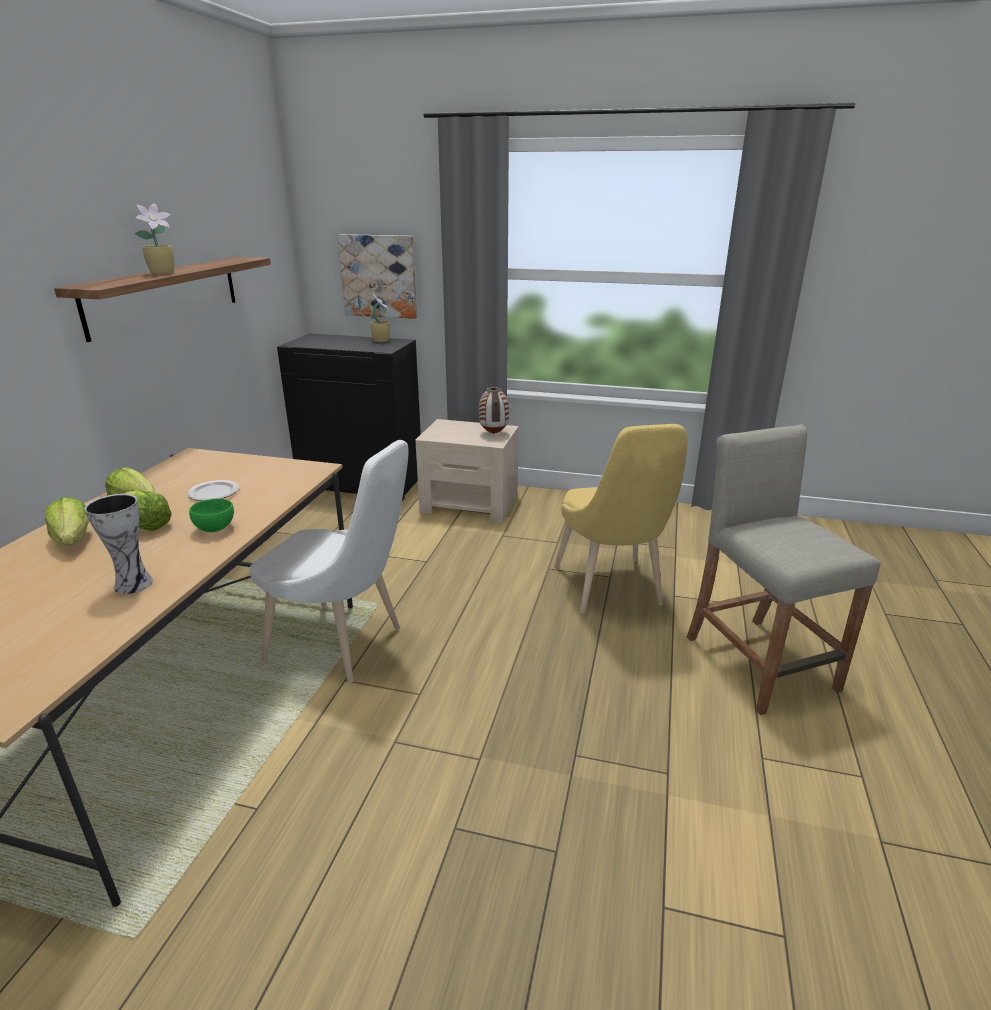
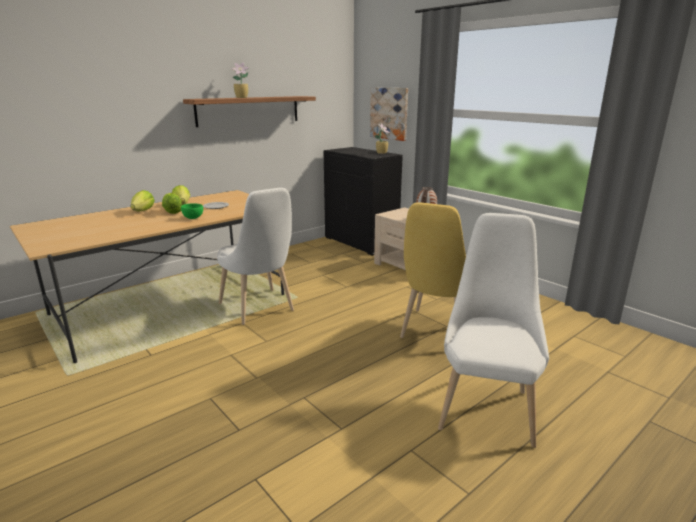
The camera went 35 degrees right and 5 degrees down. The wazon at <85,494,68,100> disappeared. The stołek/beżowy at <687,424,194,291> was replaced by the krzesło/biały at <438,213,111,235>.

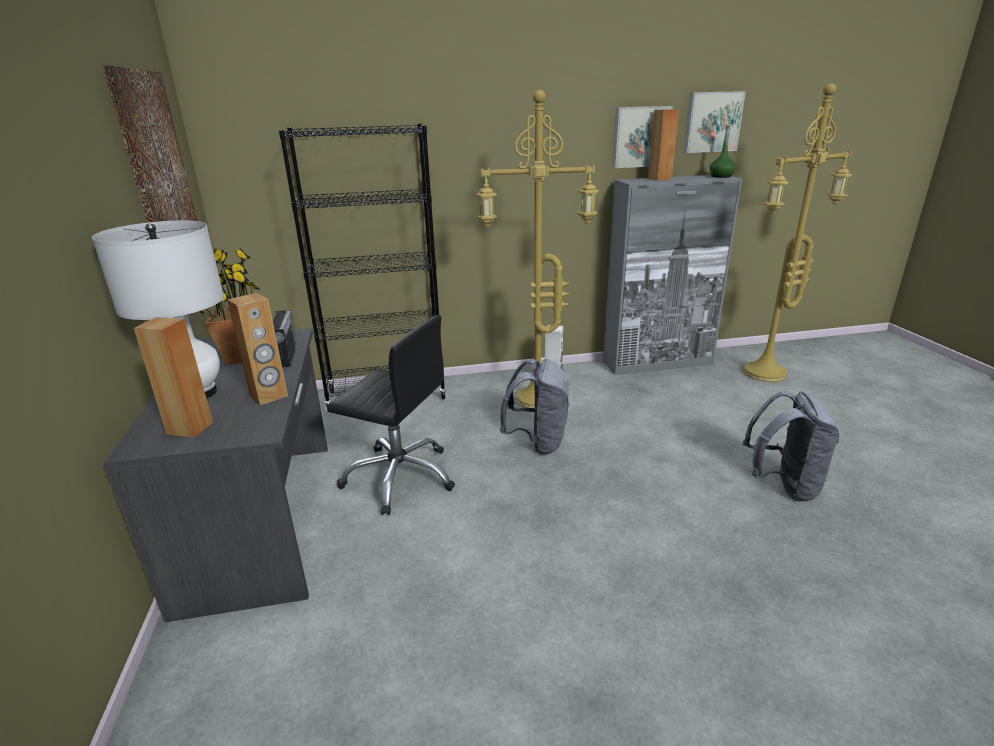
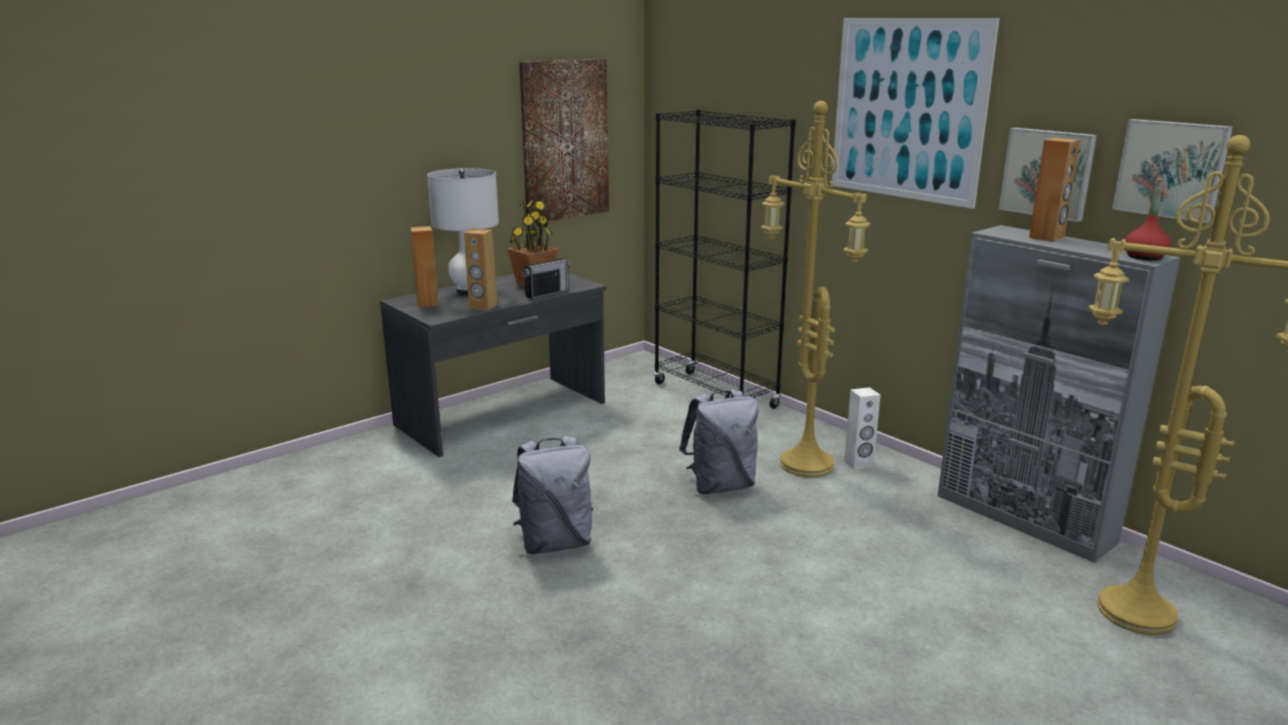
The camera went 60 degrees right and 5 degrees down. The krzesło biurowe/czarny at <327,315,128,200> disappeared. The obraz at <832,18,167,191> appeared. The plecak/szary moved from <743,391,96,111> to <512,436,81,118>. The butelka/zielony at <709,126,27,52> became the butelka/czerwony at <1125,178,46,83>.

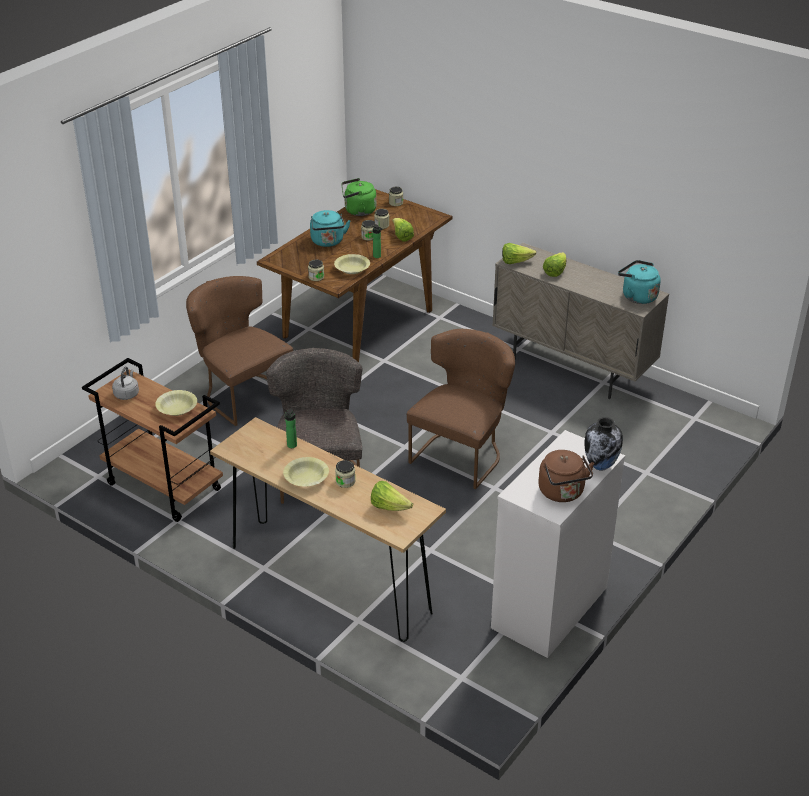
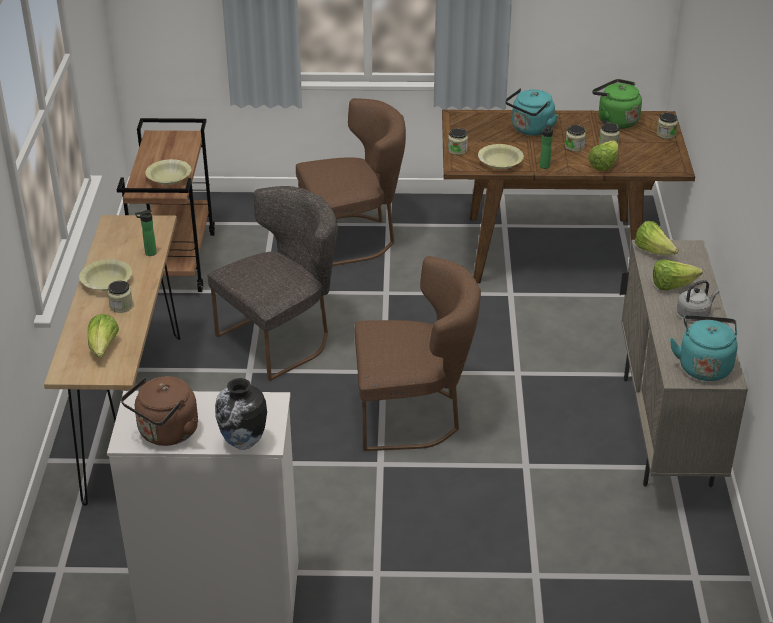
The camera went 55 degrees right and 0 degrees up. The czajnik/szary moved from <112,367,27,33> to <677,280,42,41>. The krzesło/brązowy at <186,276,107,150> turned 60 degrees clockwise.

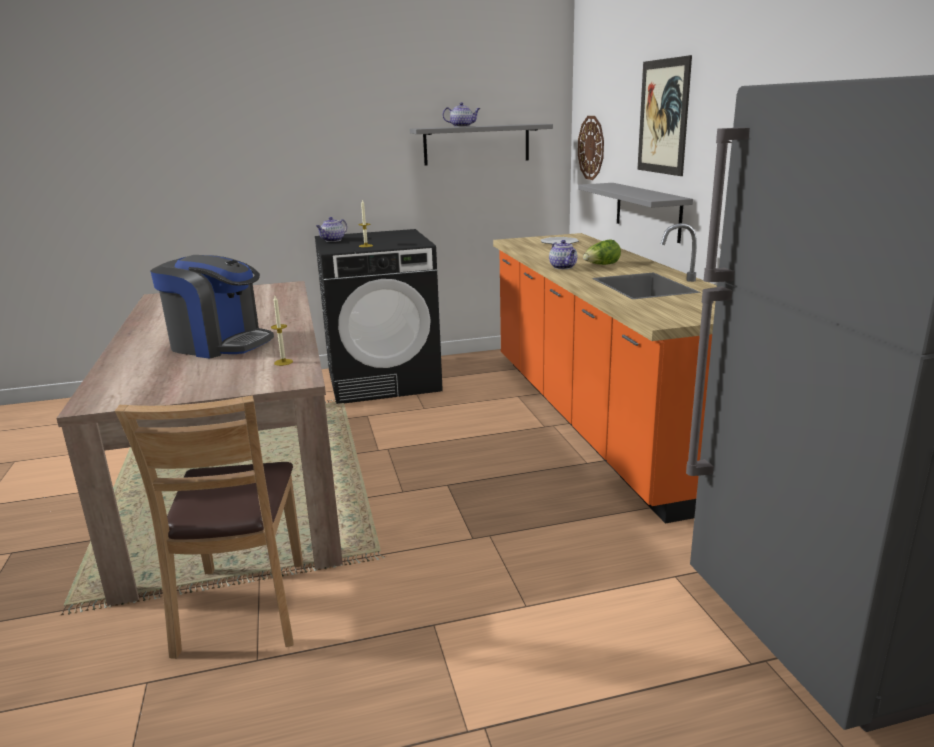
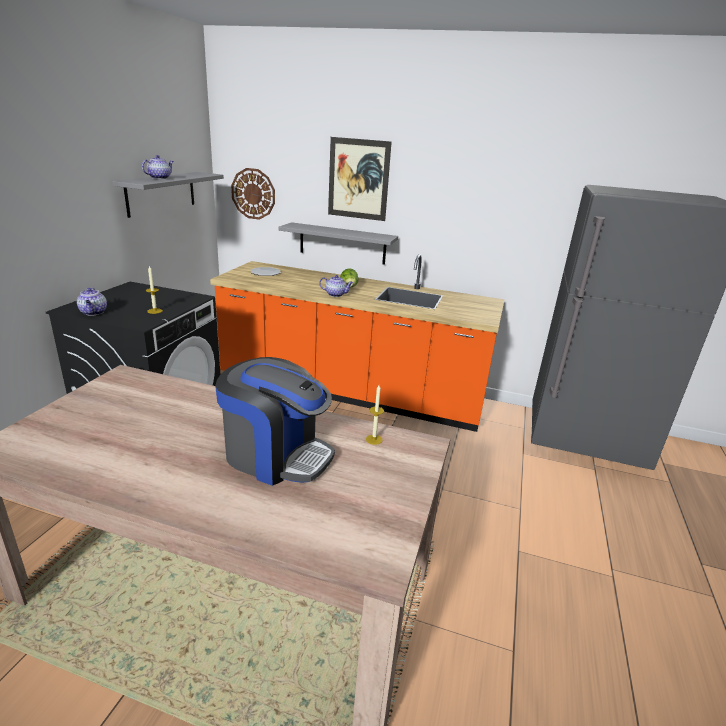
The camera went 60 degrees left and 5 degrees up. The krzesło/brązowy at <115,396,188,263> disappeared. The ekspres do kawy at <150,255,124,104> turned 60 degrees clockwise.

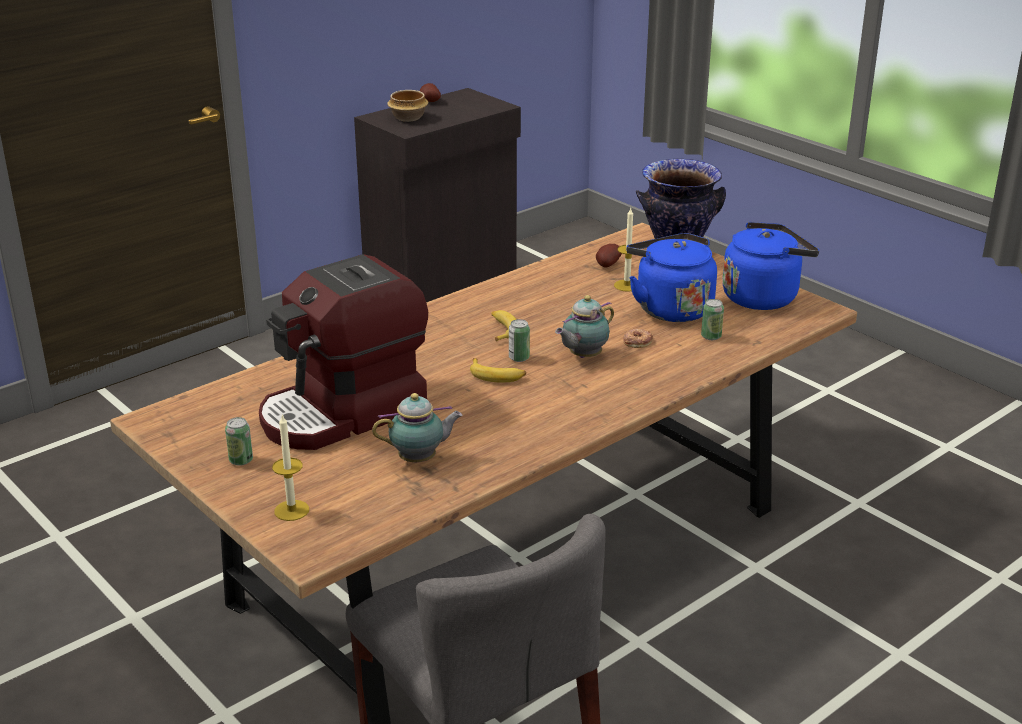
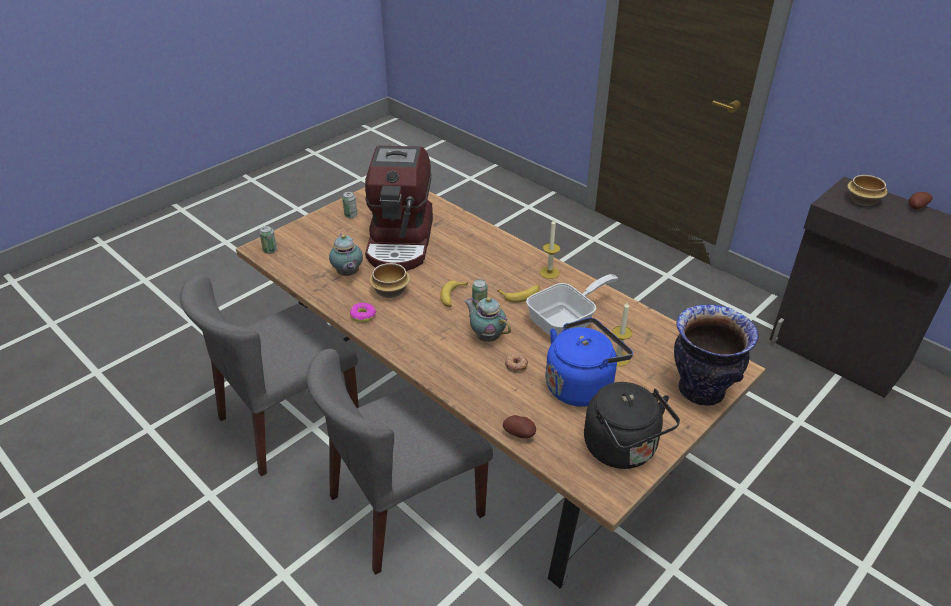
The camera went 85 degrees right and 10 degrees up. The krzesło/szary at <306,349,187,226> appeared. The donut at <350,303,26,20> appeared. The miska at <369,263,41,35> appeared. The patelnia at <526,274,92,62> appeared. The świeca moved from <272,414,37,107> to <540,219,20,60>. The ziemniak moved from <596,244,26,23> to <503,415,33,23>. The puszka moved from <701,299,23,41> to <259,226,18,28>. The czajnik/niebieski at <722,222,97,88> became the czajnik/czarny at <584,382,96,87>. The ekspres do kawy at <259,254,169,196> turned 135 degrees counterclockwise.

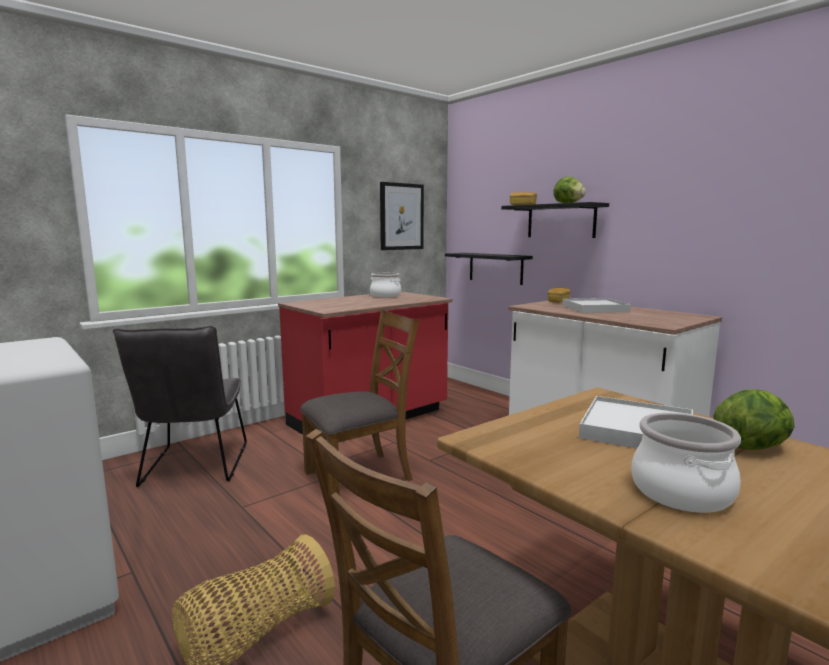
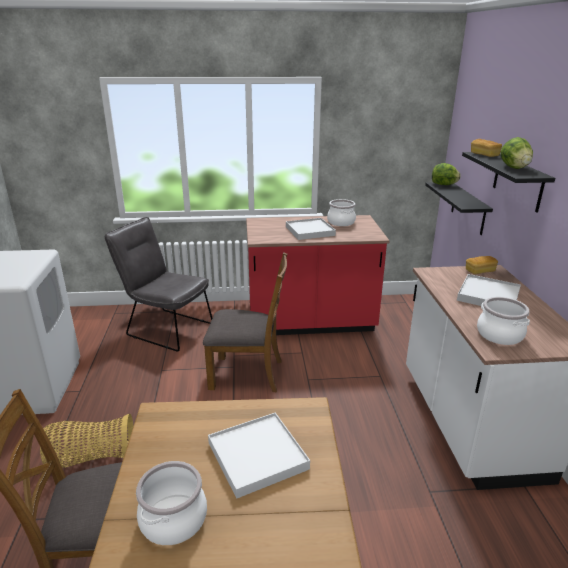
The camera went 35 degrees right and 15 degrees up. The obraz at <380,182,44,68> disappeared. The taca/biały at <286,218,50,22> appeared. The garnek at <477,297,53,48> appeared. The sałata moved from <713,389,81,61> to <432,163,29,22>. The krzesło/szary at <113,326,134,161> turned 90 degrees clockwise.

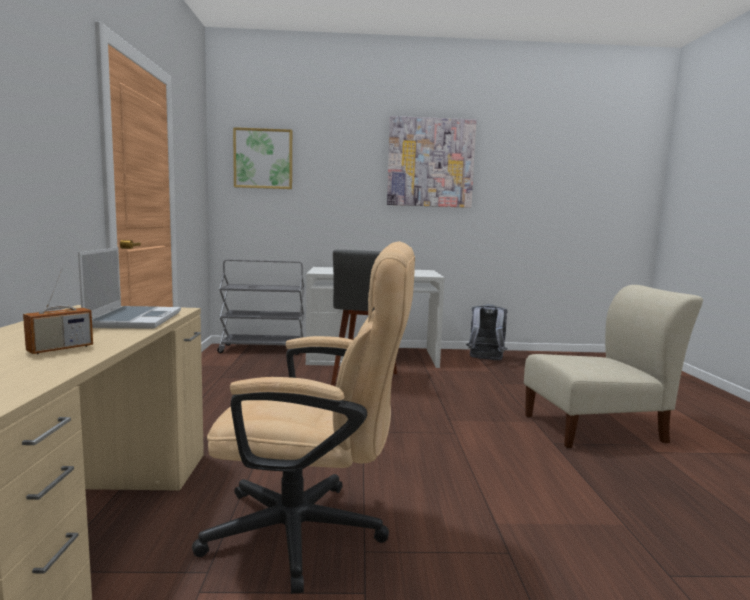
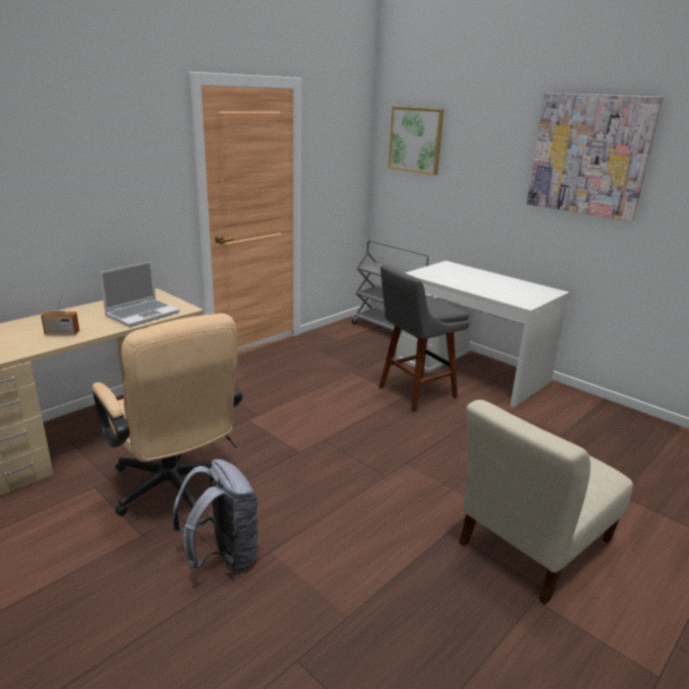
The camera went 45 degrees right and 15 degrees up. The plecak/szary moved from <466,304,41,56> to <172,459,87,113>. The krzesło/beżowy at <524,285,179,164> turned 105 degrees clockwise.

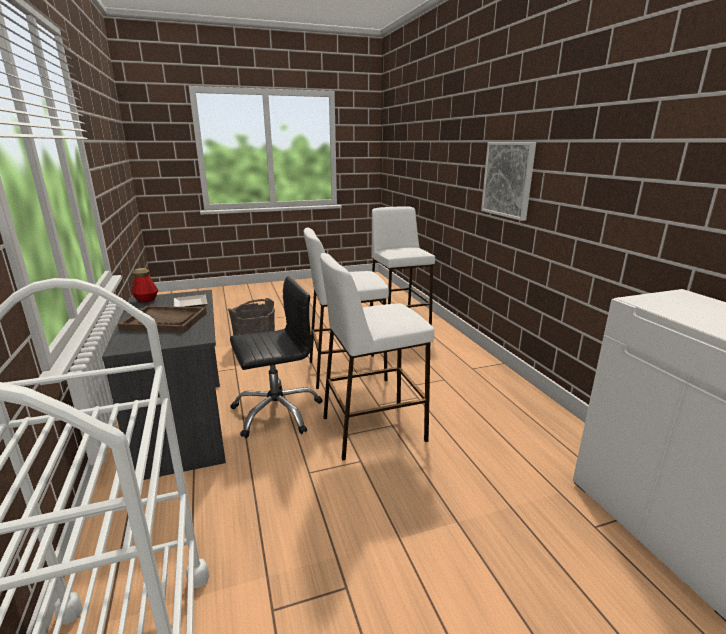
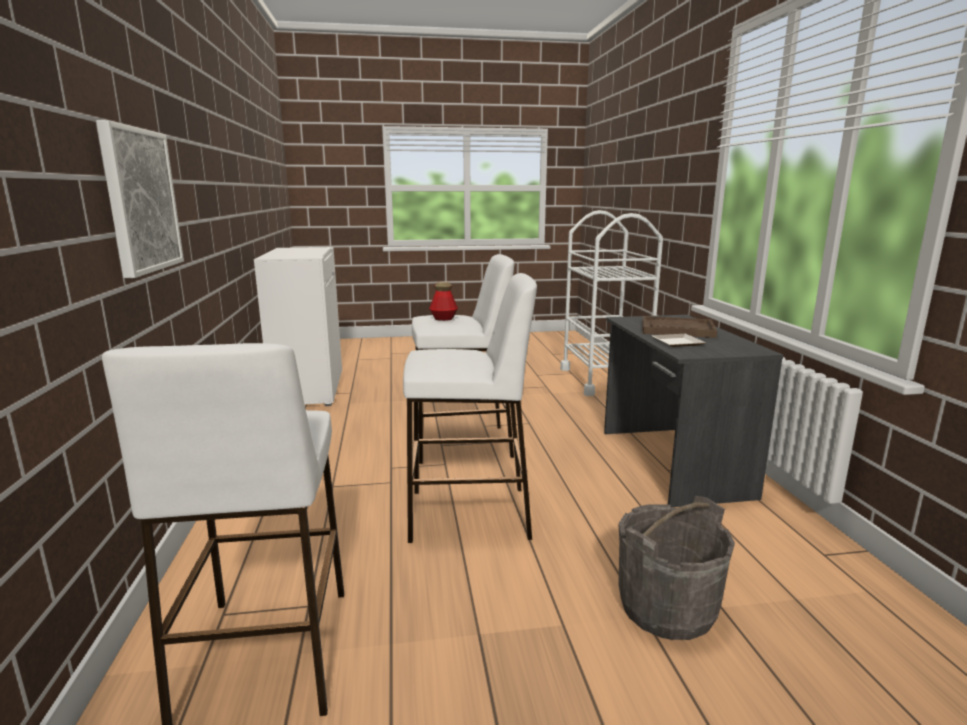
The camera went 170 degrees left and 5 degrees down. The krzesło biurowe/czarny at <230,276,92,162> disappeared. The butelka moved from <131,268,27,34> to <429,282,29,39>.

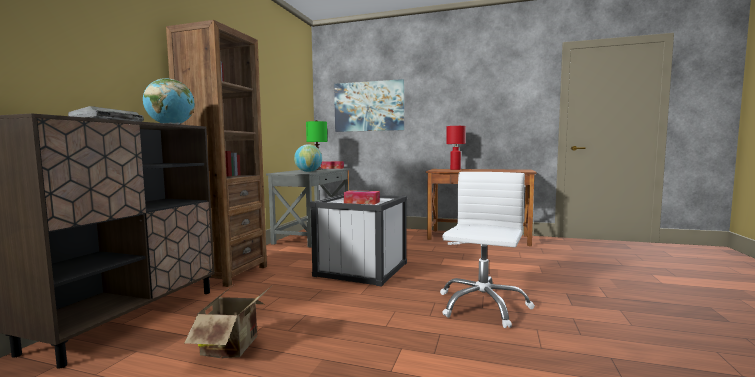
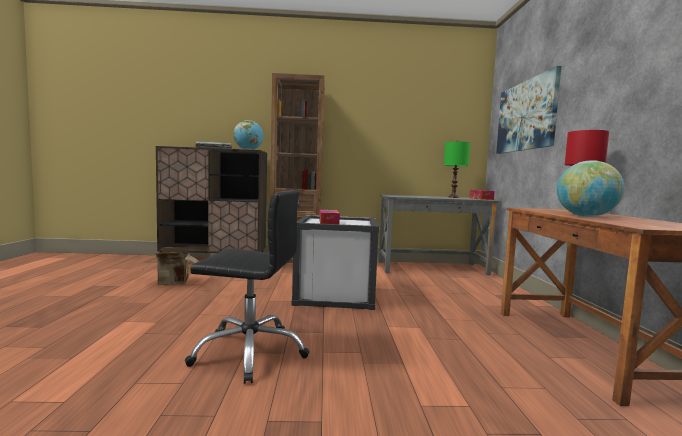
The camera went 70 degrees right and 0 degrees up. The globus moved from <294,144,28,28> to <557,160,67,57>. The krzesło biurowe/biały at <440,172,95,156> became the krzesło biurowe/czarny at <185,190,125,194>.

